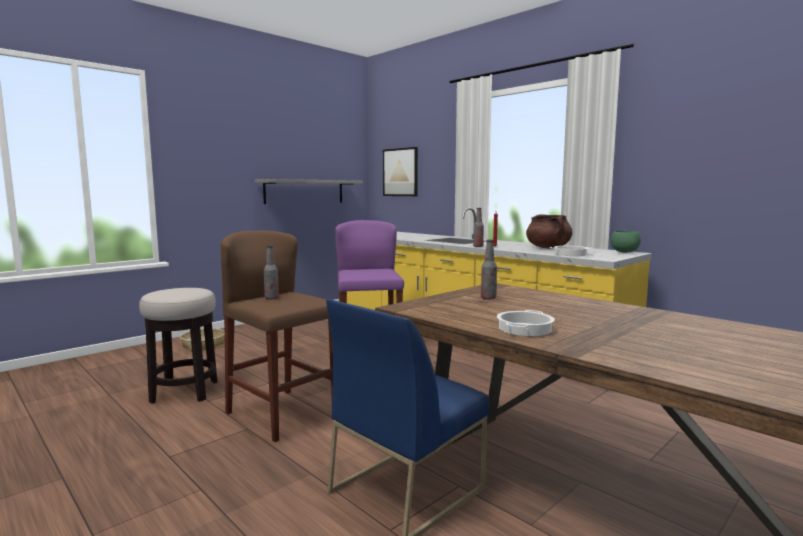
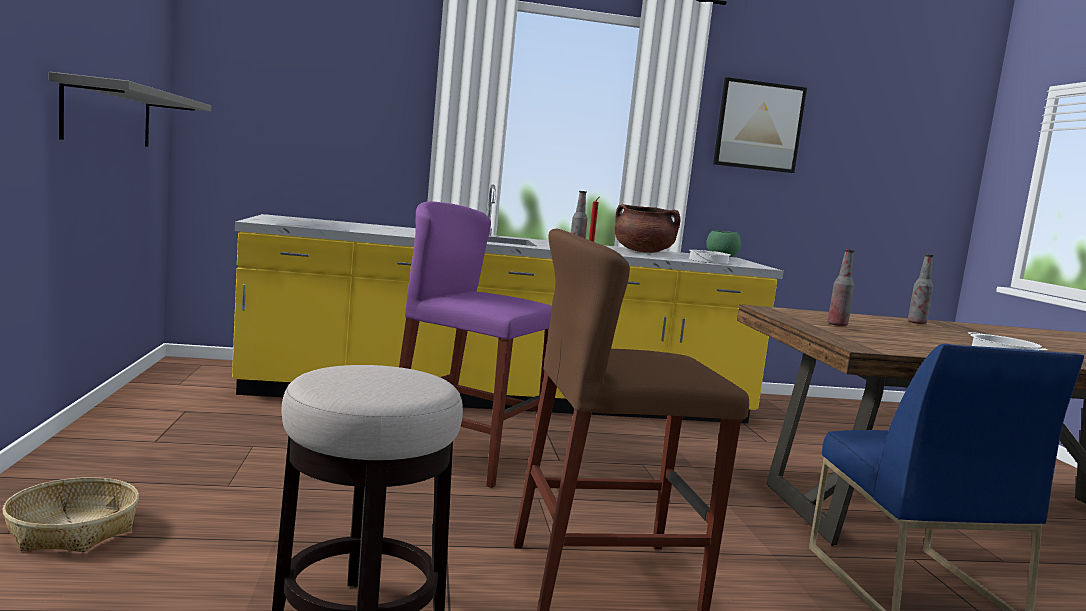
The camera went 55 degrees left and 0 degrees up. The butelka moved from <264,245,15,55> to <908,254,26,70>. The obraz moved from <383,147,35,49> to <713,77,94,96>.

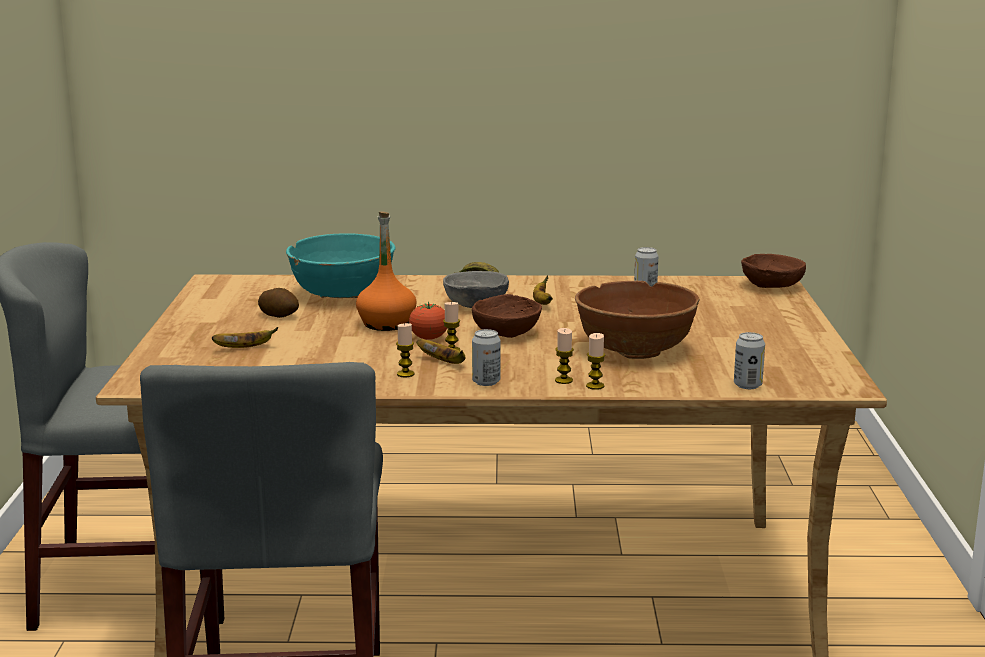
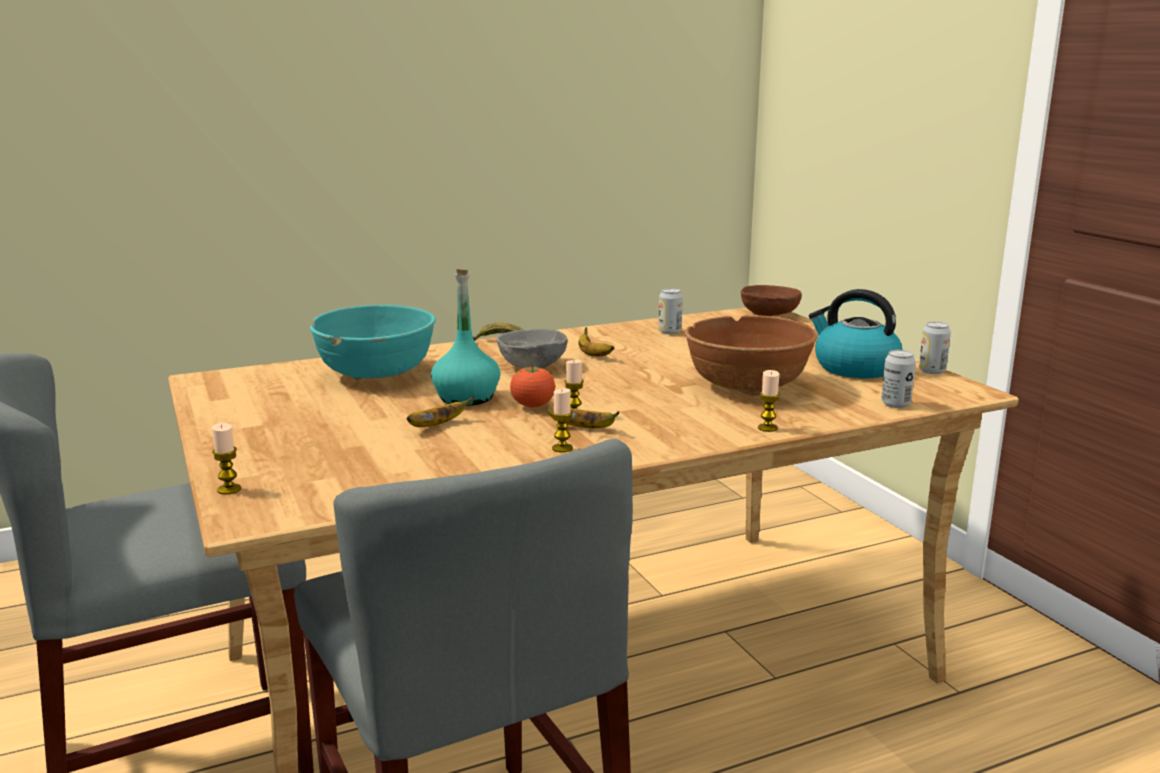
The camera went 25 degrees left and 0 degrees up. The ziemniak at <258,288,41,30> disappeared. The miska/brązowy at <472,294,70,44> disappeared. The czajnik at <809,289,93,89> appeared. The banan moved from <212,327,66,21> to <407,396,68,31>. The puszka moved from <472,329,29,57> to <919,322,32,52>. The świeca moved from <555,328,19,56> to <212,423,29,72>. The butelka/pomarańczowy at <356,211,60,120> became the butelka/turkusowy at <431,269,70,137>.

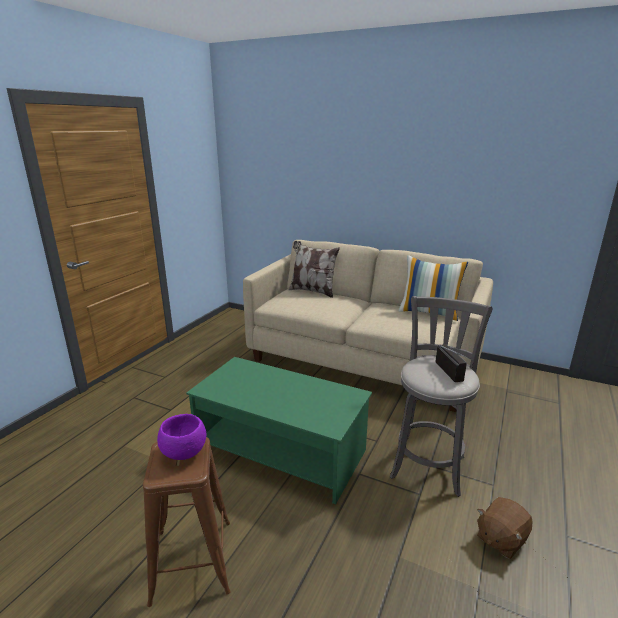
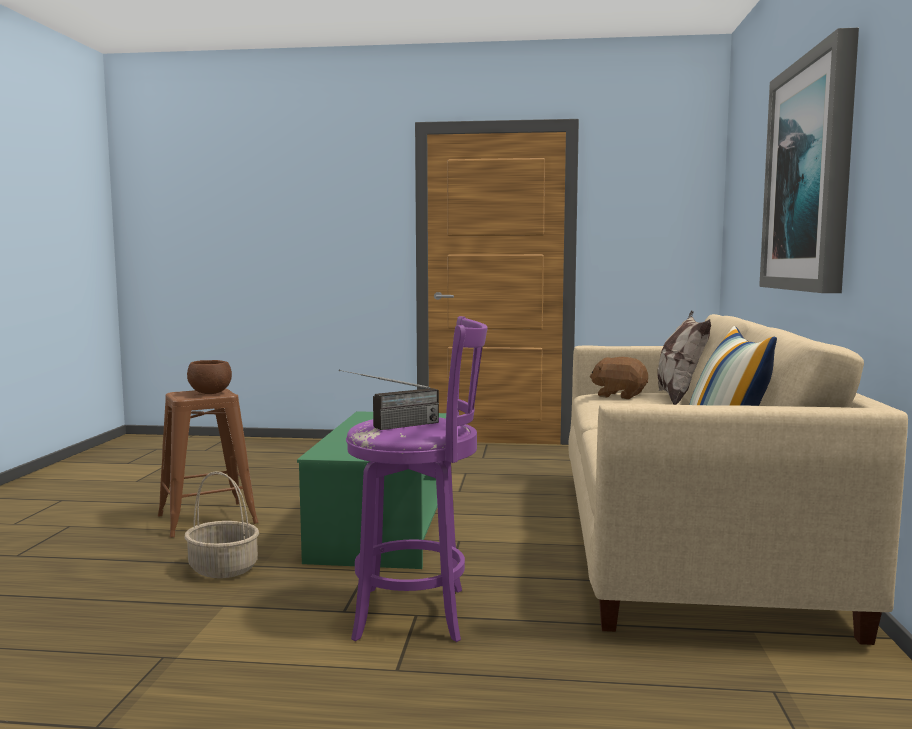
The camera went 70 degrees right and 15 degrees down. The koszyk at <185,471,74,107> appeared. The obraz at <759,28,100,265> appeared. The pluszak/brązowy moved from <477,497,56,62> to <590,357,58,42>. The miska/fioletowy at <157,414,49,46> became the miska/brązowy at <187,360,45,34>. The stołek/szary at <390,296,103,201> became the stołek/fioletowy at <346,316,142,326>.

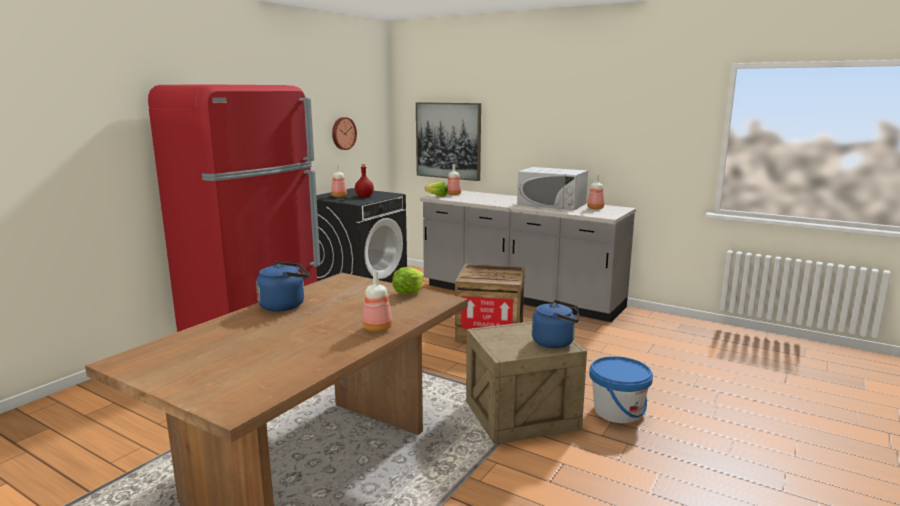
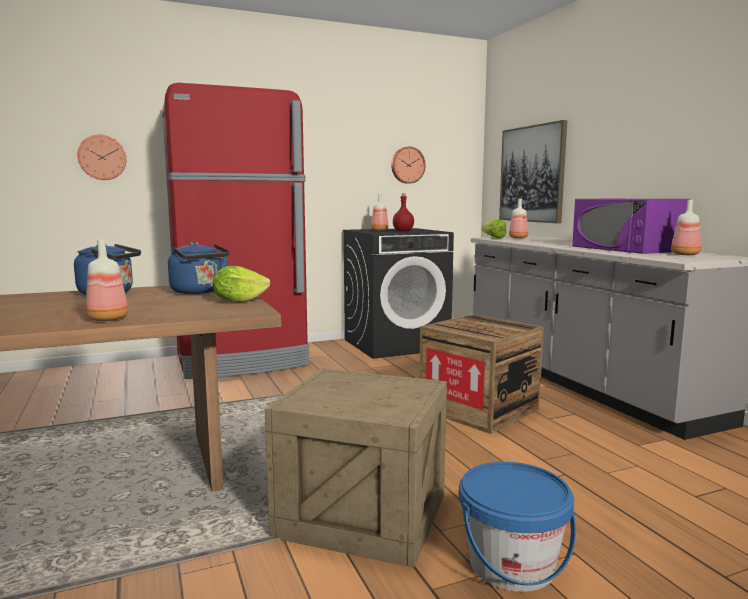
The camera went 35 degrees right and 5 degrees down. The zegar ścienny at <77,135,49,45> appeared. The czajnik/niebieski moved from <532,300,47,48> to <168,242,62,52>. The mikrofalówka/biały at <517,167,71,43> became the mikrofalówka/fioletowy at <572,199,119,55>.

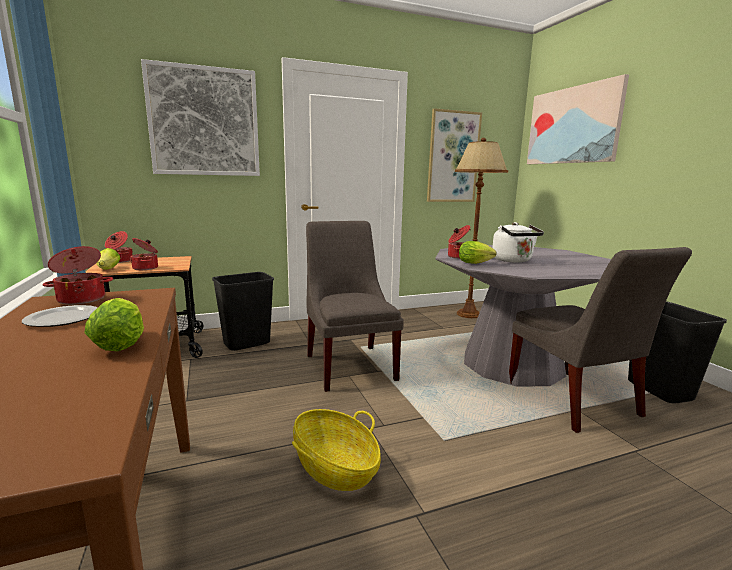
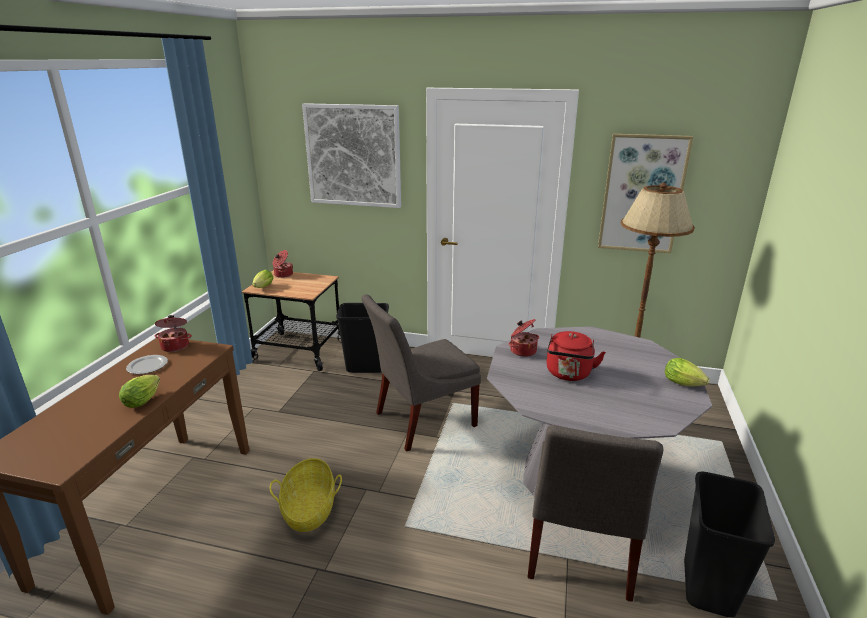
The camera went 35 degrees right and 10 degrees up. The garnek at <130,238,28,32> disappeared. The obraz at <527,74,102,90> disappeared. The sałata moved from <459,241,38,23> to <665,358,45,28>. The czajnik/biały at <492,222,52,41> became the czajnik/czerwony at <547,331,59,50>. The krzesło/szary at <306,221,98,171> turned 135 degrees counterclockwise.

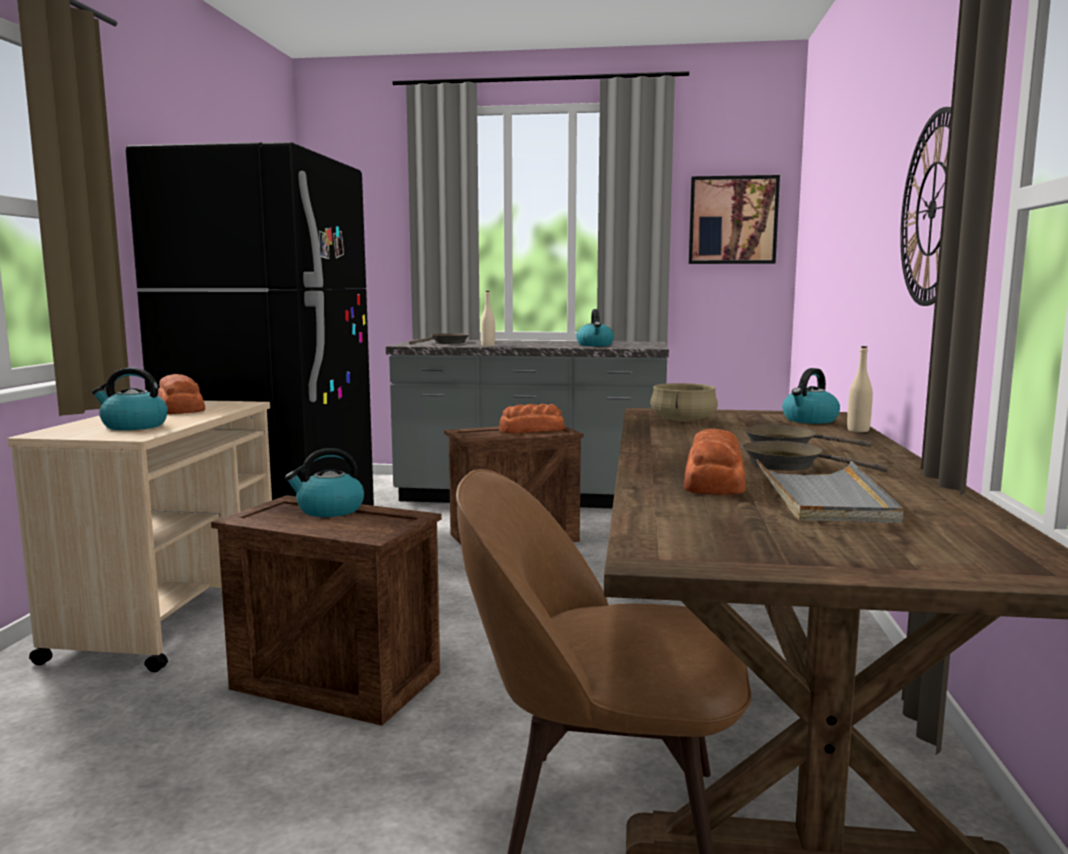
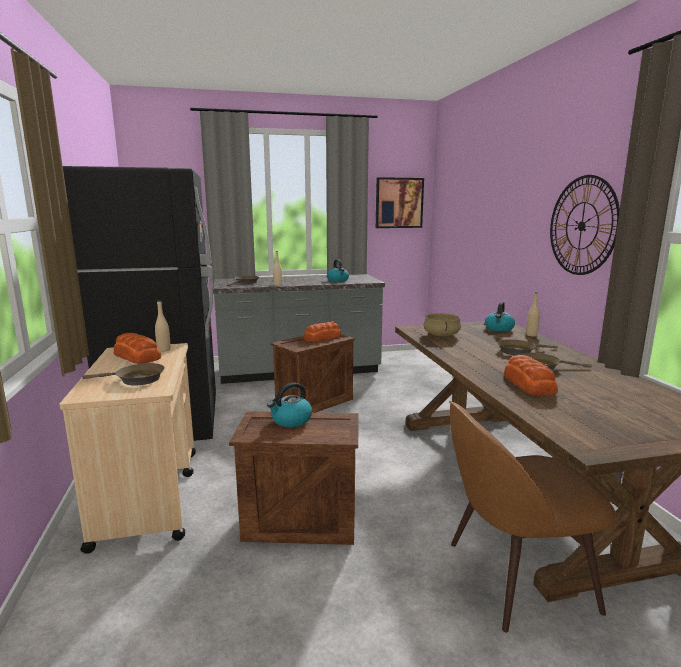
The camera went 20 degrees left and 5 degrees up. The taca/szary at <756,459,148,64> disappeared. The butelka/beżowy at <155,300,16,52> appeared. The czajnik at <92,367,76,63> was replaced by the patelnia/brązowy at <82,363,83,22>.

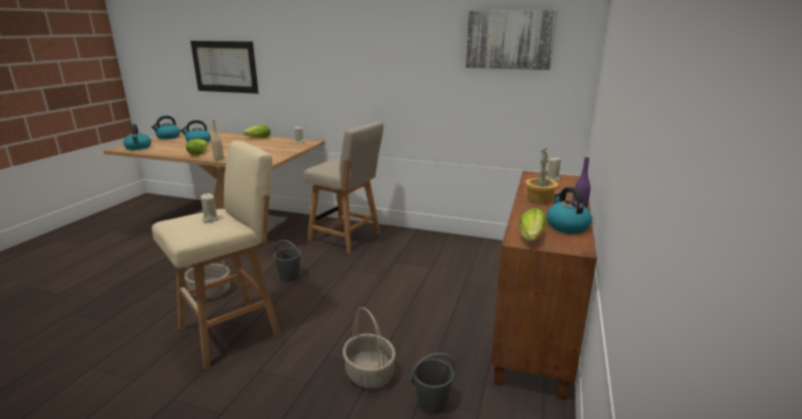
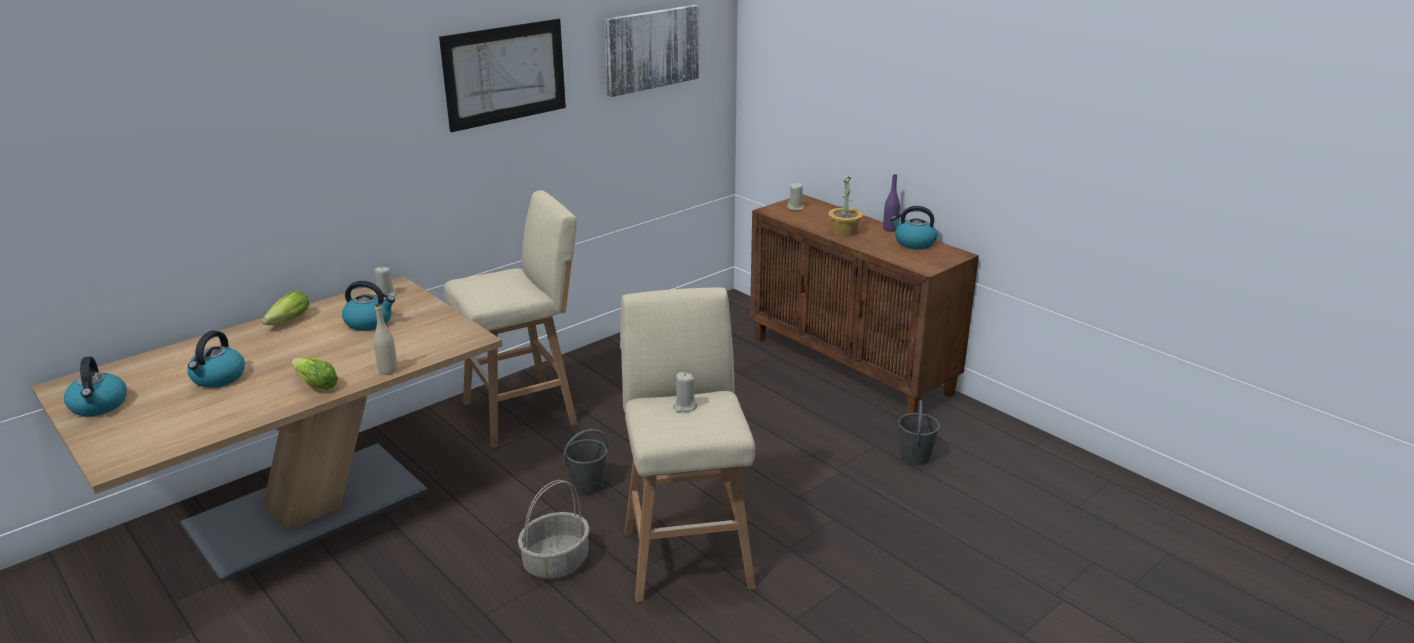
The camera went 60 degrees left and 5 degrees up. The koszyk at <343,307,53,81> disappeared. The sałata at <519,208,27,33> disappeared. The czajnik moved from <123,124,28,26> to <342,281,53,50>. The obraz moved from <191,41,68,53> to <439,19,127,113>. The krzesło/beżowy at <303,122,81,132> was replaced by the stołek/beżowy at <444,190,134,258>.

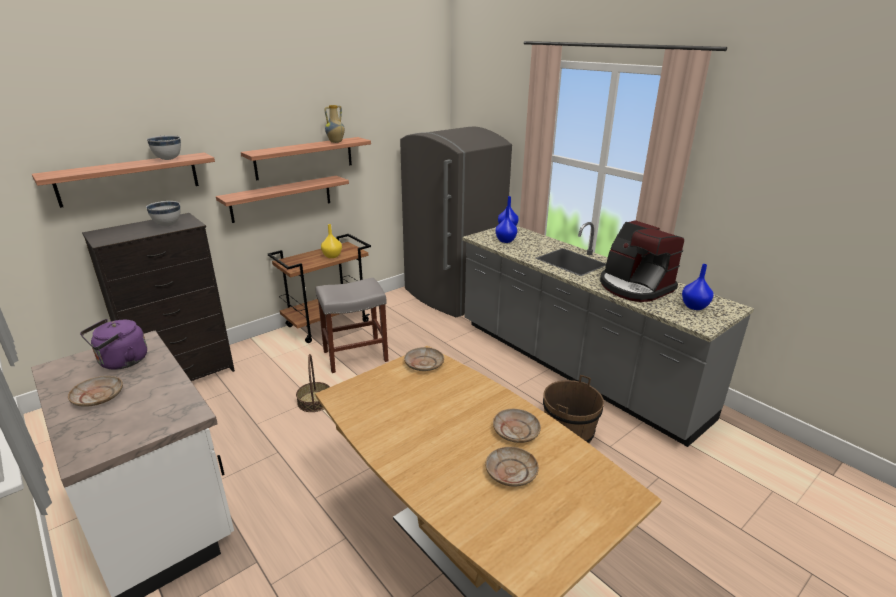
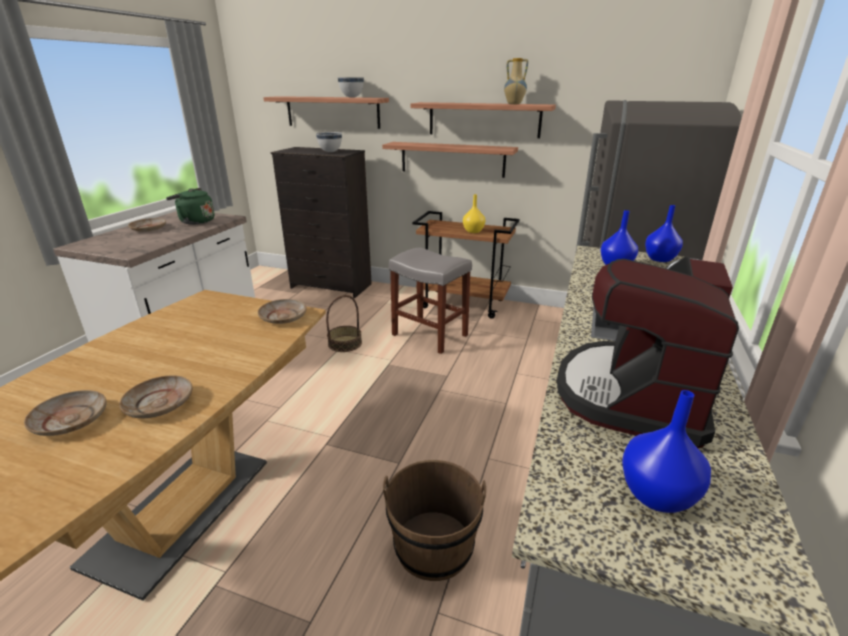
The camera went 60 degrees right and 0 degrees up. The czajnik/fioletowy at <80,319,67,51> became the czajnik/zielony at <166,188,48,36>.

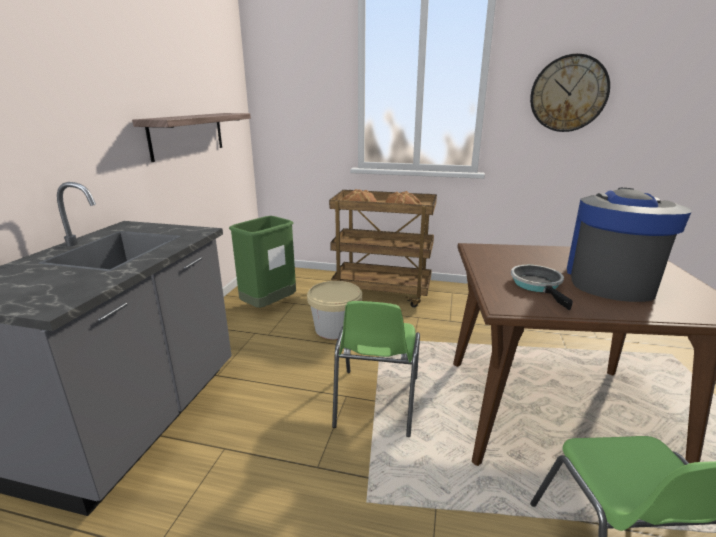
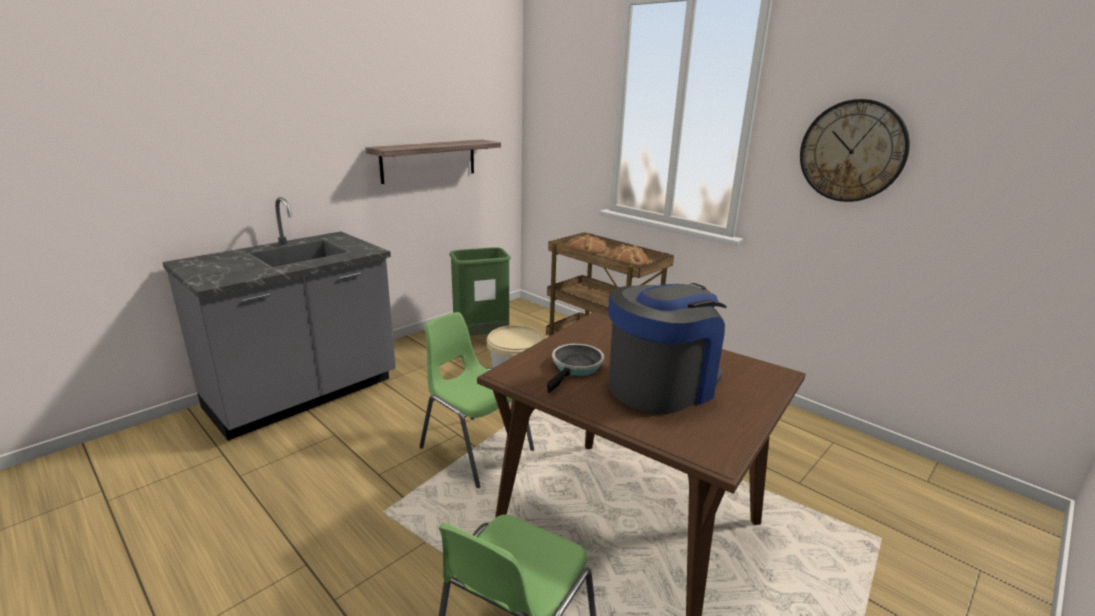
The camera went 30 degrees right and 0 degrees up. The krzesło/zielony at <332,301,88,136> turned 90 degrees clockwise.

